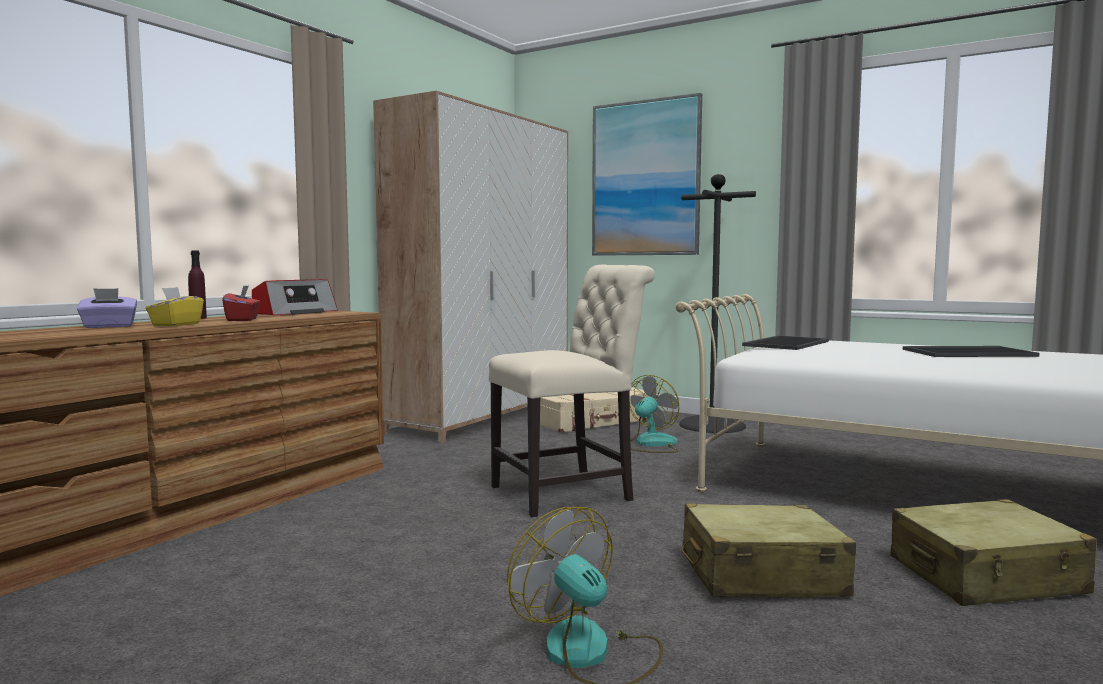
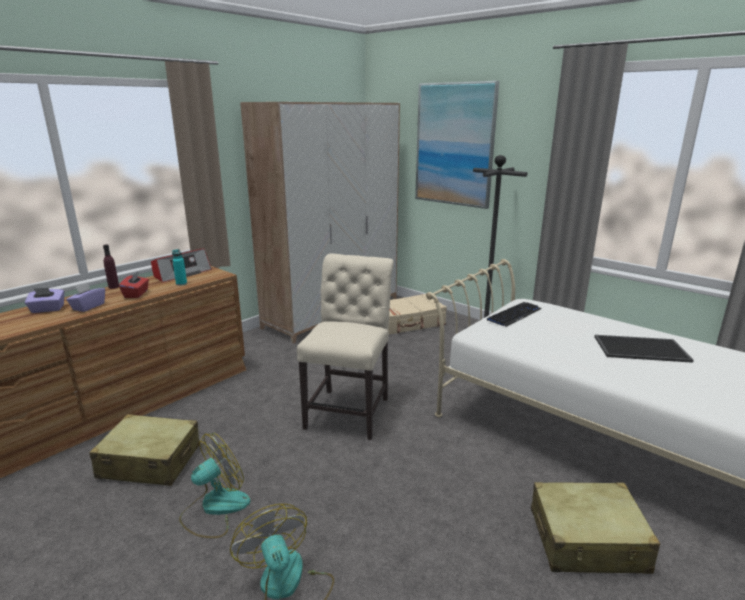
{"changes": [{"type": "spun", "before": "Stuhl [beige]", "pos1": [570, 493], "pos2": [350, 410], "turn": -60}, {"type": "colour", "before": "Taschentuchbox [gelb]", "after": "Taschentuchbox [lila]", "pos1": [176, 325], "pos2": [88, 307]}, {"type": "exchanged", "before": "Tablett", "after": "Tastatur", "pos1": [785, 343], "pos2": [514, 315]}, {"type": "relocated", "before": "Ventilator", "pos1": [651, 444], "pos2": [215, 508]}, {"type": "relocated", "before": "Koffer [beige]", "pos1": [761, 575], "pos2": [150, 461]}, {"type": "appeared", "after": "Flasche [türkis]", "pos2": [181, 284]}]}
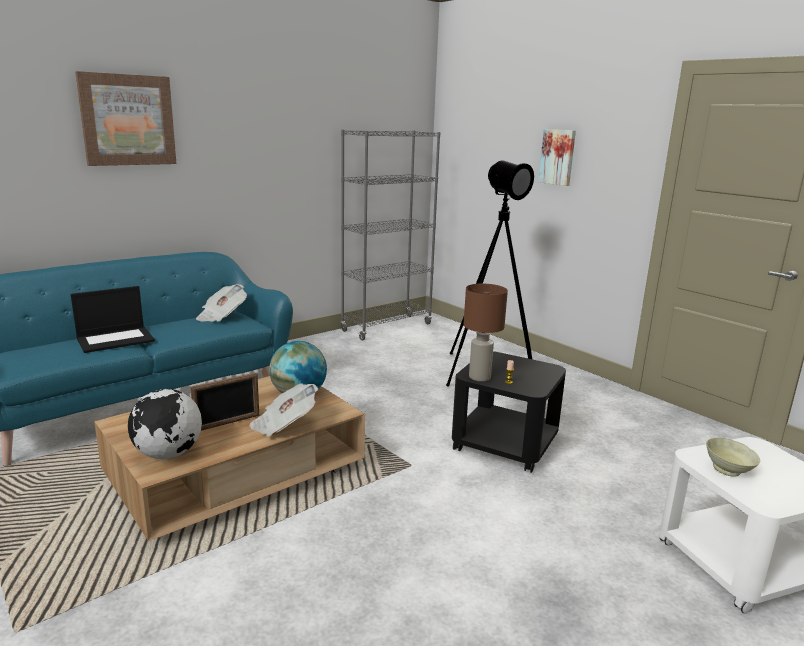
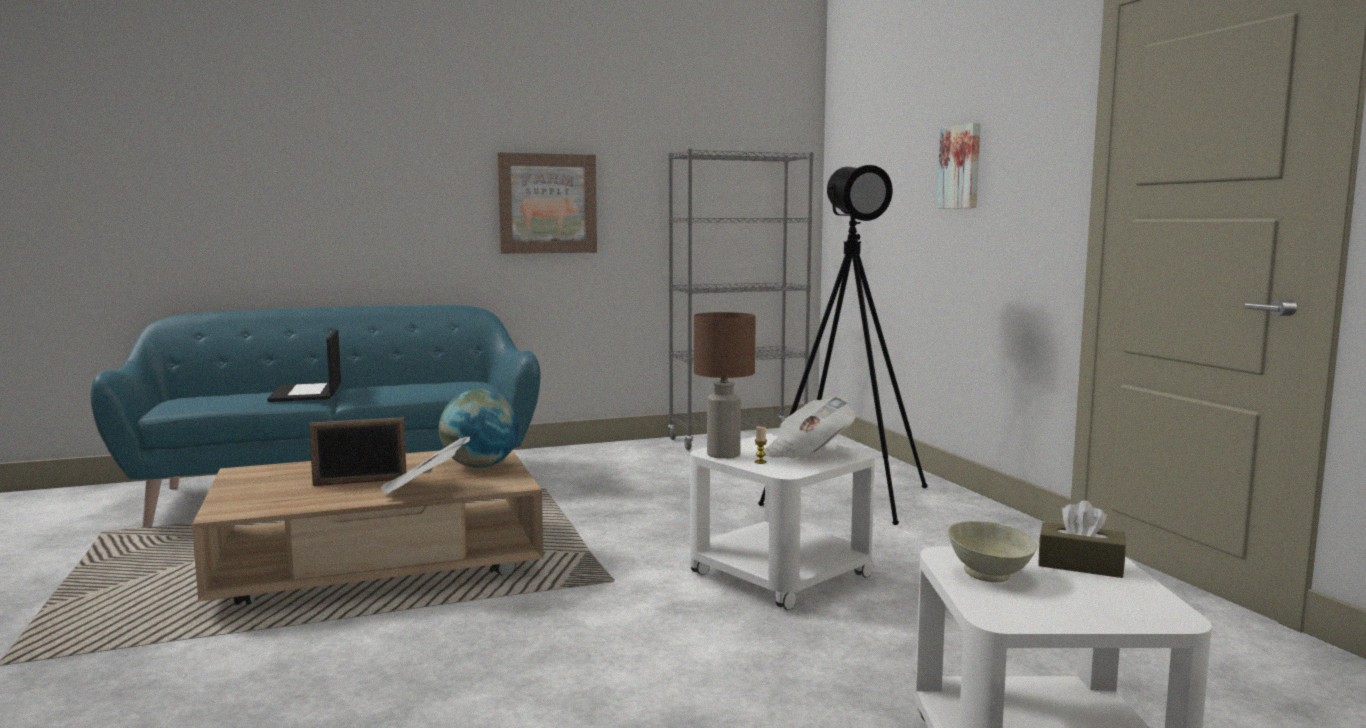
{"changes": [{"type": "relocated", "before": "Bild", "pos1": [127, 120], "pos2": [547, 203]}, {"type": "relocated", "before": "Zeitung", "pos1": [221, 316], "pos2": [807, 452]}, {"type": "spun", "before": "Laptop", "pos1": [116, 339], "pos2": [307, 393], "turn": 90}, {"type": "colour", "before": "Beistelltisch [schwarz]", "after": "Beistelltisch [weiß]", "pos1": [504, 444], "pos2": [779, 575]}, {"type": "missing", "before": "Globus", "pos1": [168, 454]}, {"type": "appeared", "after": "Taschentuchbox [braun]", "pos2": [1080, 565]}]}
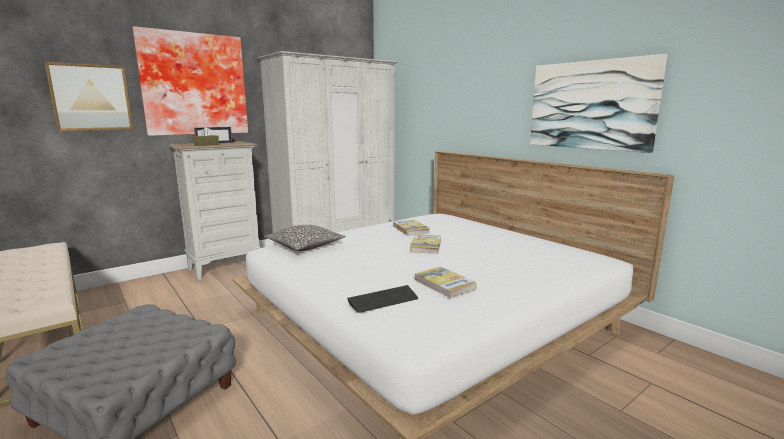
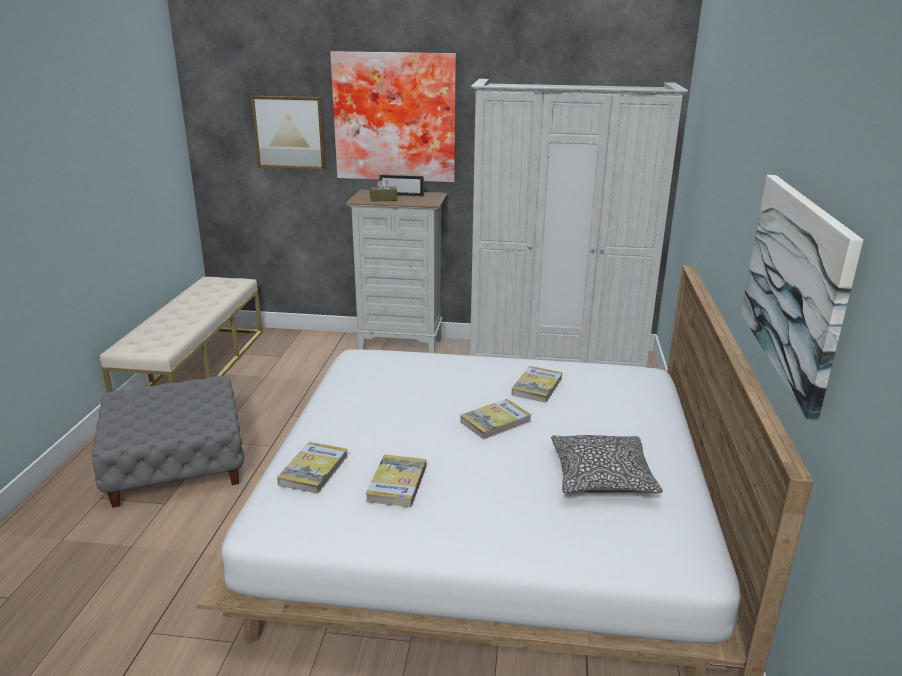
{"changes": [{"type": "relocated", "before": "Kissen", "pos1": [305, 246], "pos2": [602, 476]}, {"type": "exchanged", "before": "Tastatur", "after": "Buch", "pos1": [383, 300], "pos2": [313, 470]}]}
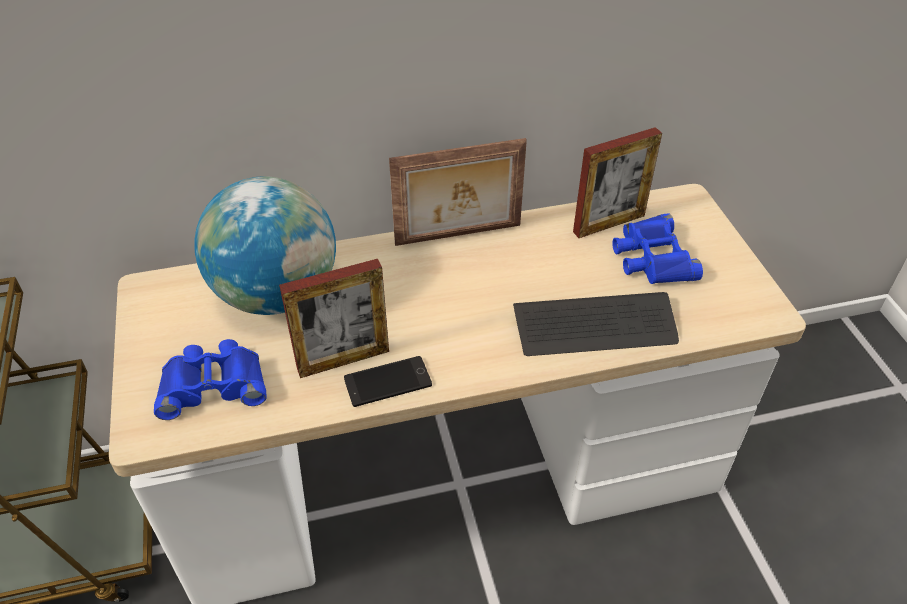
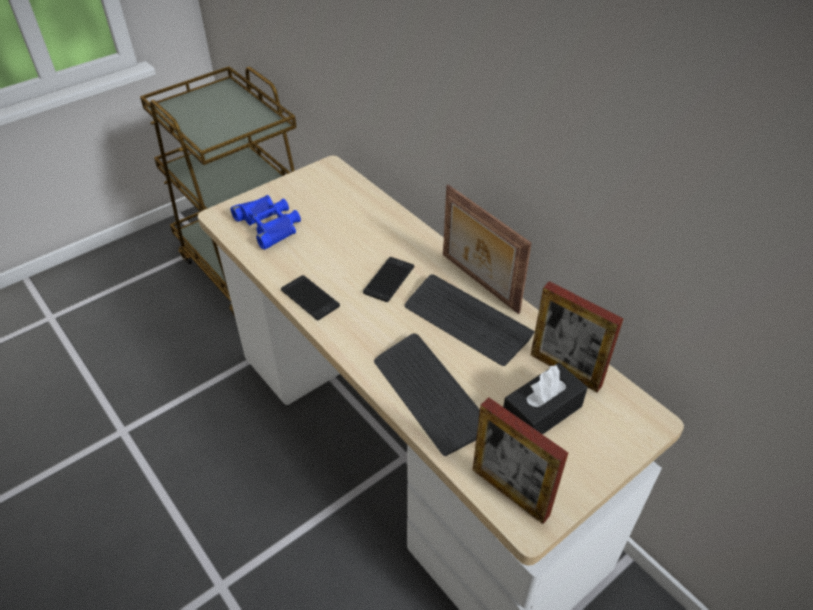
{"changes": [{"type": "missing", "before": "Globus", "pos1": [277, 294]}, {"type": "exchanged", "before": "Fernglas [blau]", "after": "Taschentuchbox [schwarz]", "pos1": [651, 258], "pos2": [542, 412]}, {"type": "relocated", "before": "Bilderrahmen", "pos1": [343, 360], "pos2": [510, 492]}, {"type": "appeared", "after": "Handy", "pos2": [389, 280]}, {"type": "appeared", "after": "Tastatur", "pos2": [467, 321]}]}
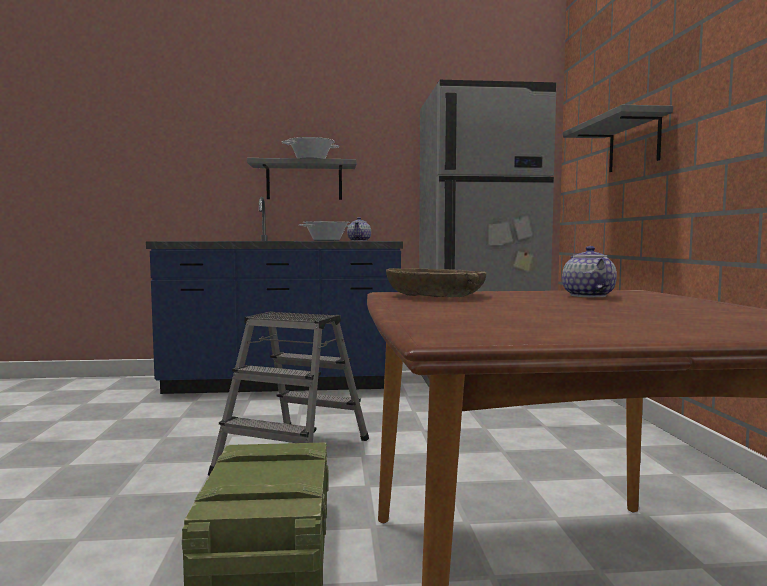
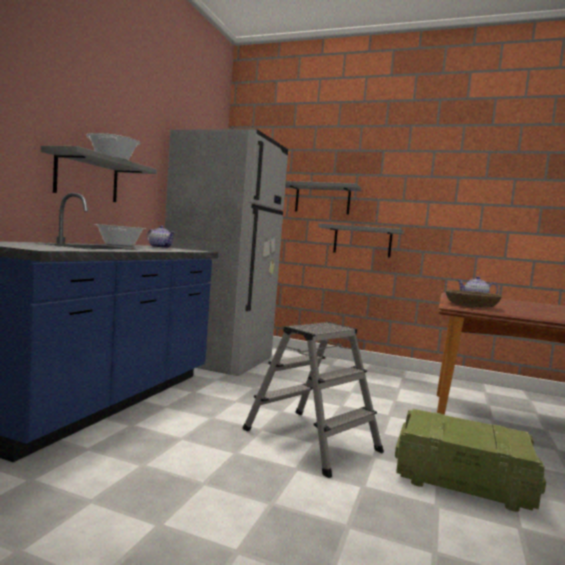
{"changes": [{"type": "appeared", "after": "Wandregal [grau]", "pos2": [362, 241]}]}
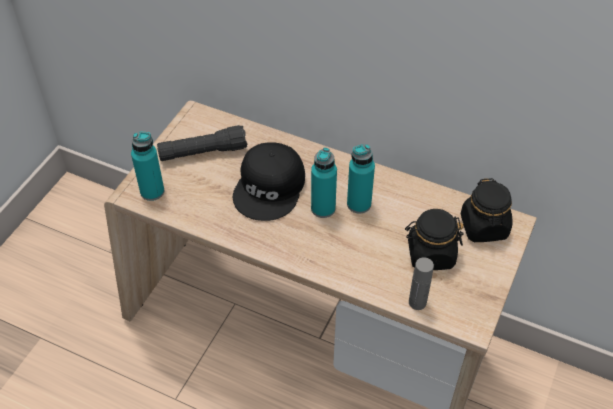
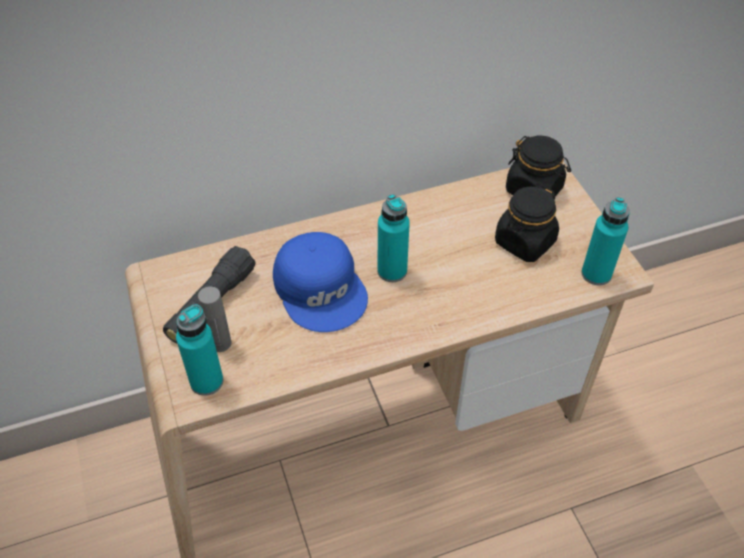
{"changes": [{"type": "colour", "before": "Kappe [schwarz]", "after": "Kappe [blau]", "pos1": [270, 188], "pos2": [321, 288]}, {"type": "relocated", "before": "Flasche [türkis]", "pos1": [359, 204], "pos2": [596, 274]}, {"type": "relocated", "before": "Flasche [grau]", "pos1": [417, 302], "pos2": [220, 343]}]}
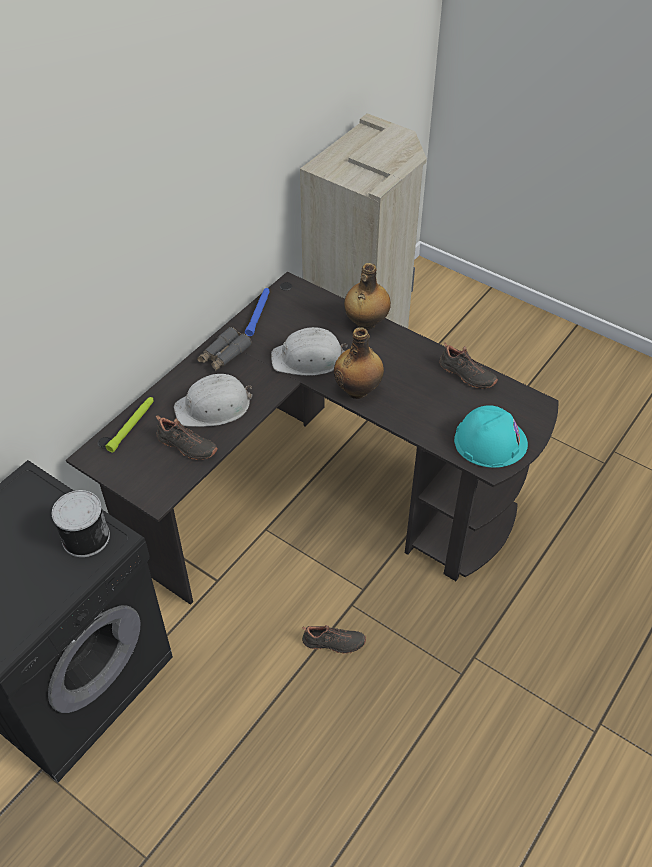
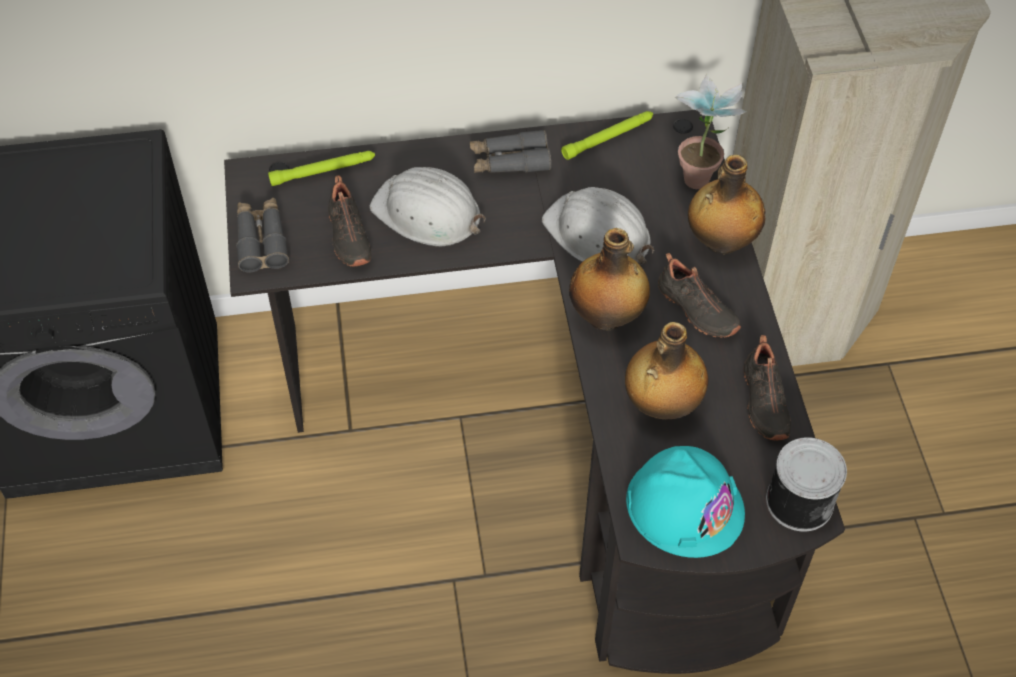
{"changes": [{"type": "colour", "before": "Taschenlampe [blau]", "after": "Taschenlampe [grün]", "pos1": [258, 313], "pos2": [608, 138]}, {"type": "relocated", "before": "Dose", "pos1": [84, 537], "pos2": [798, 500]}, {"type": "relocated", "before": "Schuh [schwarz]", "pos1": [333, 643], "pos2": [695, 310]}, {"type": "appeared", "after": "Topfpflanze", "pos2": [701, 174]}, {"type": "appeared", "after": "Fernglas [grau]", "pos2": [261, 240]}, {"type": "appeared", "after": "Flasche", "pos2": [661, 405]}]}
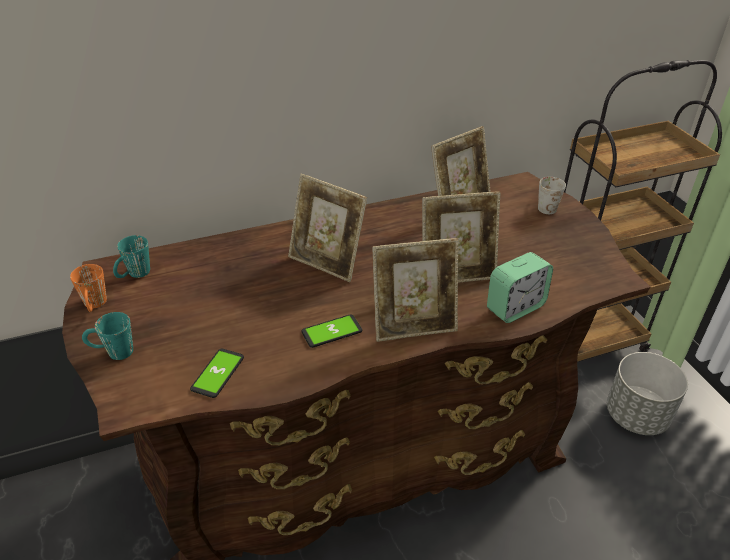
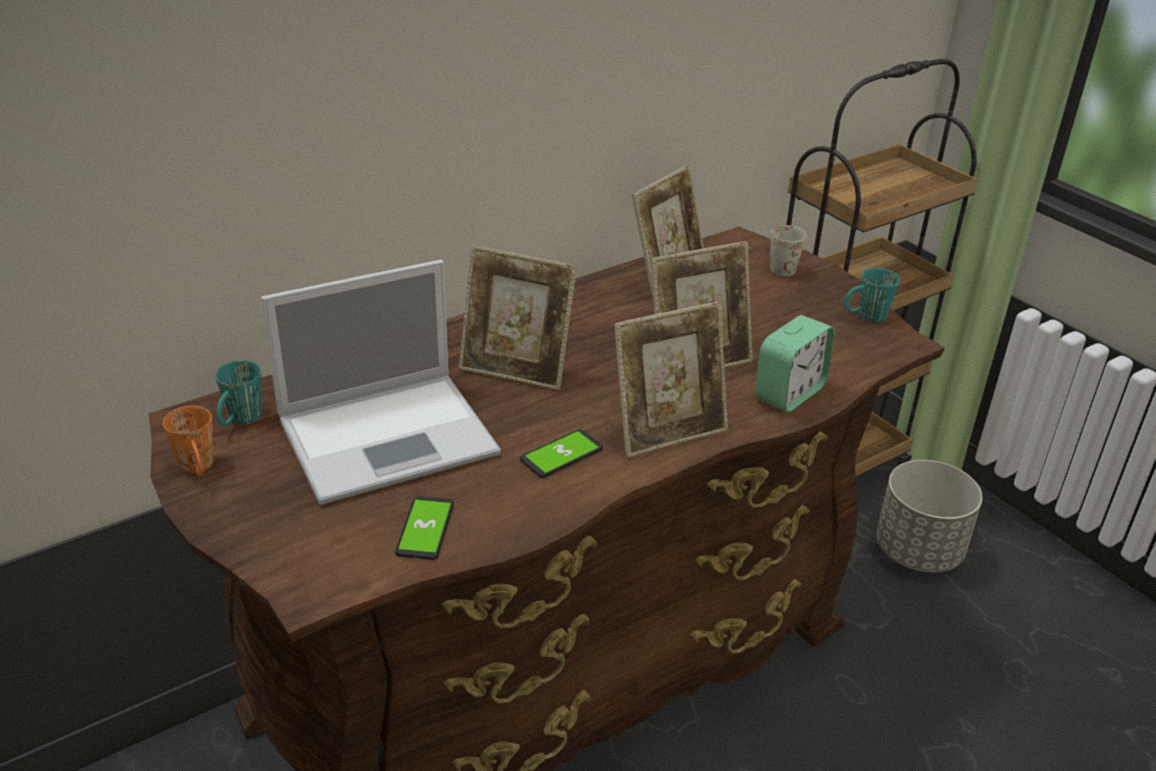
{"changes": [{"type": "relocated", "before": "Henkelbecher [türkis]", "pos1": [112, 352], "pos2": [865, 317]}, {"type": "appeared", "after": "Laptop", "pos2": [391, 435]}]}
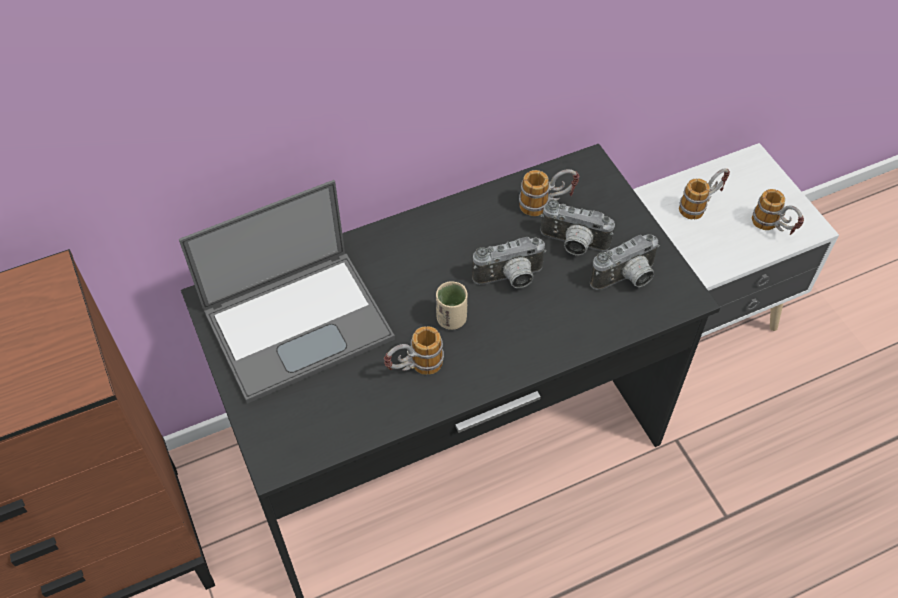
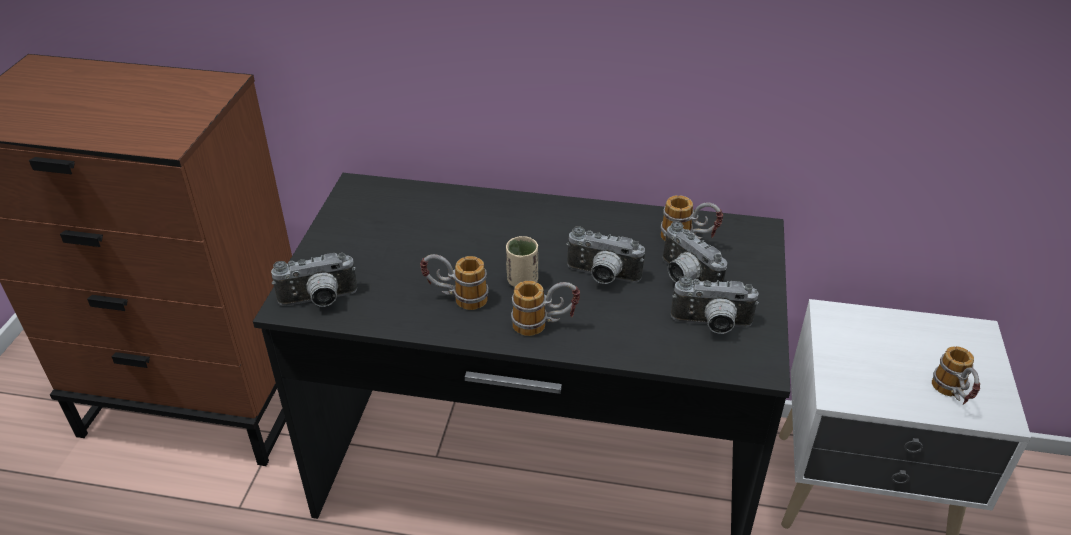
{"changes": [{"type": "relocated", "before": "Henkelbecher", "pos1": [701, 205], "pos2": [544, 325]}, {"type": "missing", "before": "Laptop", "pos1": [299, 322]}, {"type": "appeared", "after": "Kamera", "pos2": [319, 301]}]}
